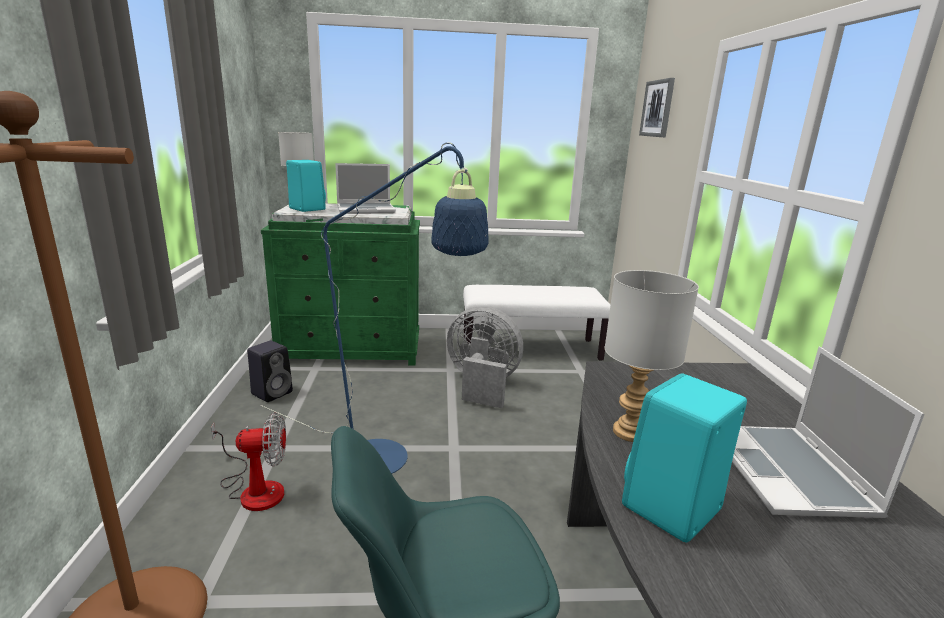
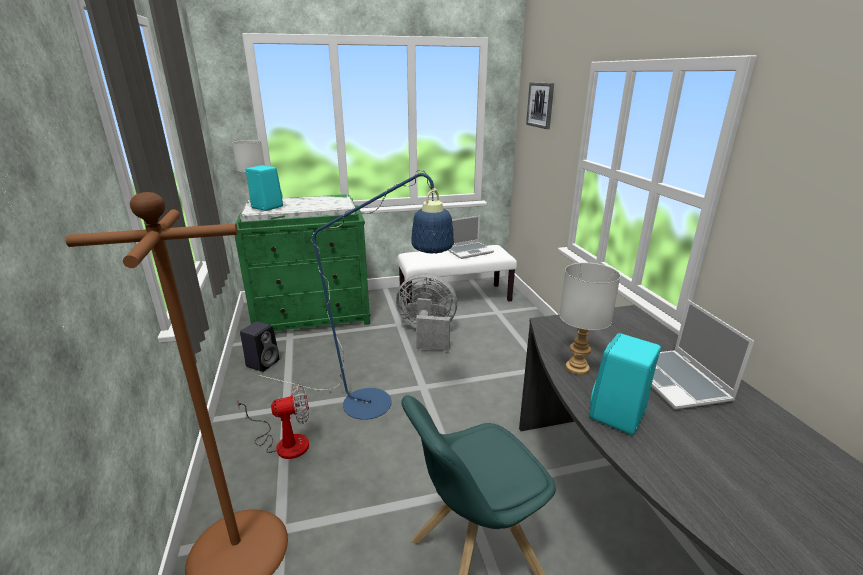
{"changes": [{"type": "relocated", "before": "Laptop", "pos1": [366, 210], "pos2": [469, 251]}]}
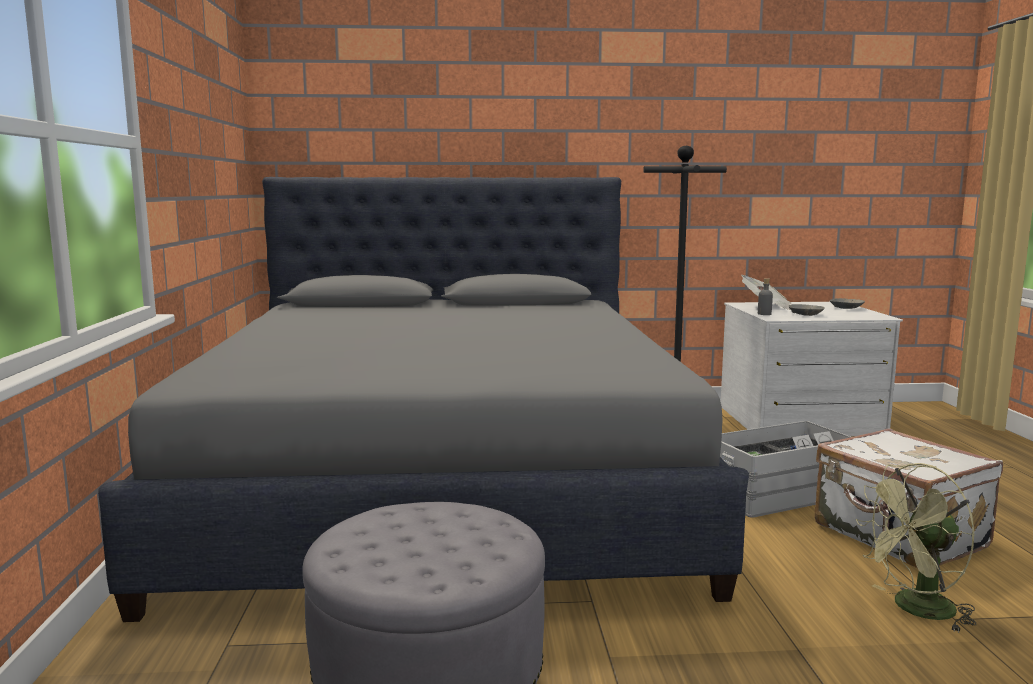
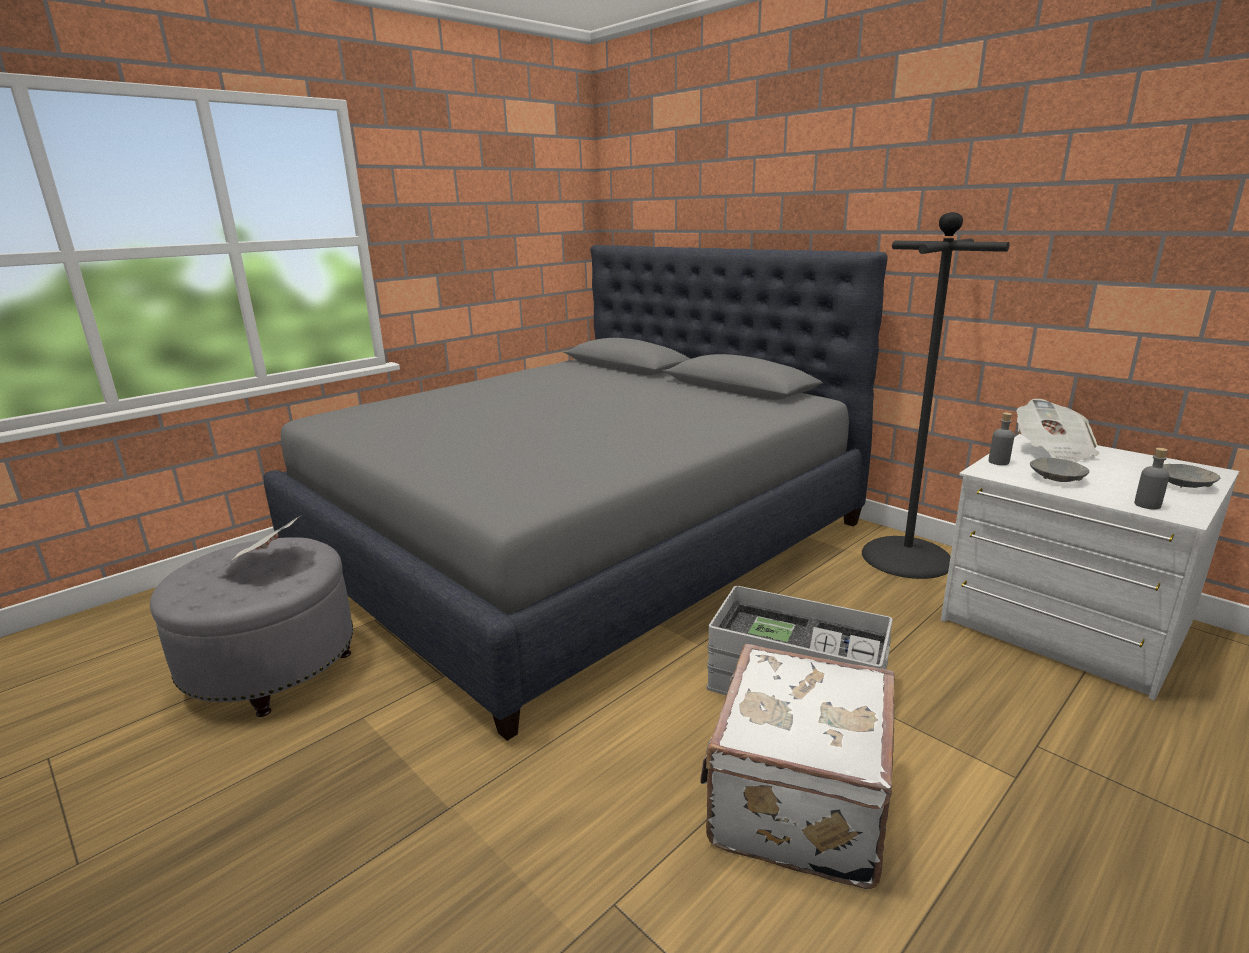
{"changes": [{"type": "missing", "before": "Ventilator [grün]", "pos1": [915, 610]}, {"type": "appeared", "after": "Flasche [grau]", "pos2": [1147, 505]}, {"type": "appeared", "after": "Zeitung", "pos2": [264, 563]}]}
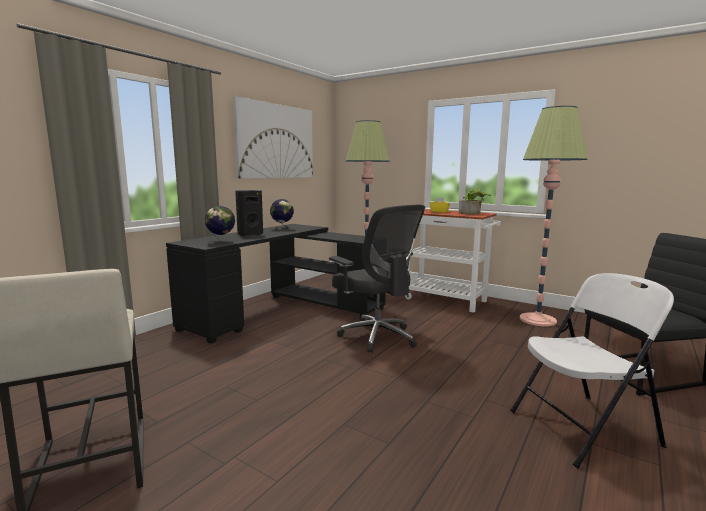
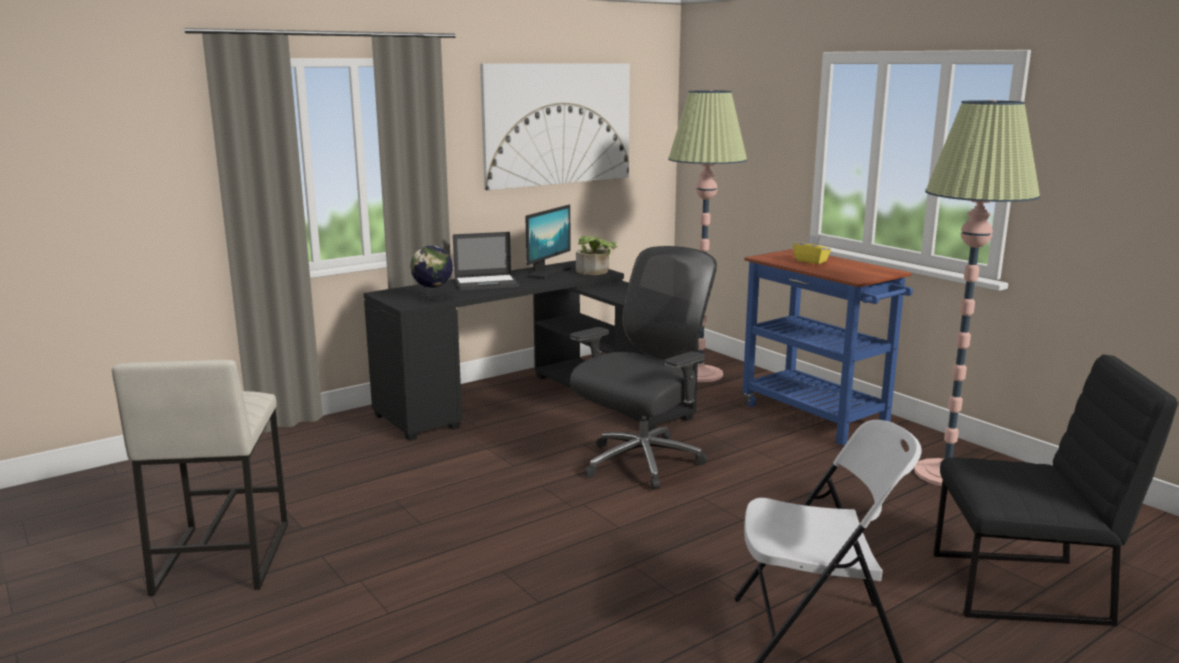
{"changes": [{"type": "relocated", "before": "Topfpflanze", "pos1": [472, 213], "pos2": [595, 272]}, {"type": "exchanged", "before": "Lautsprecher [schwarz]", "after": "Laptop", "pos1": [249, 234], "pos2": [487, 283]}, {"type": "exchanged", "before": "Globus", "after": "Monitor", "pos1": [282, 228], "pos2": [548, 272]}, {"type": "spun", "before": "Bürostuhl", "pos1": [376, 336], "pos2": [642, 462], "turn": -120}, {"type": "colour", "before": "Rollwagen [weiß]", "after": "Rollwagen [blau]", "pos1": [446, 300], "pos2": [816, 416]}]}
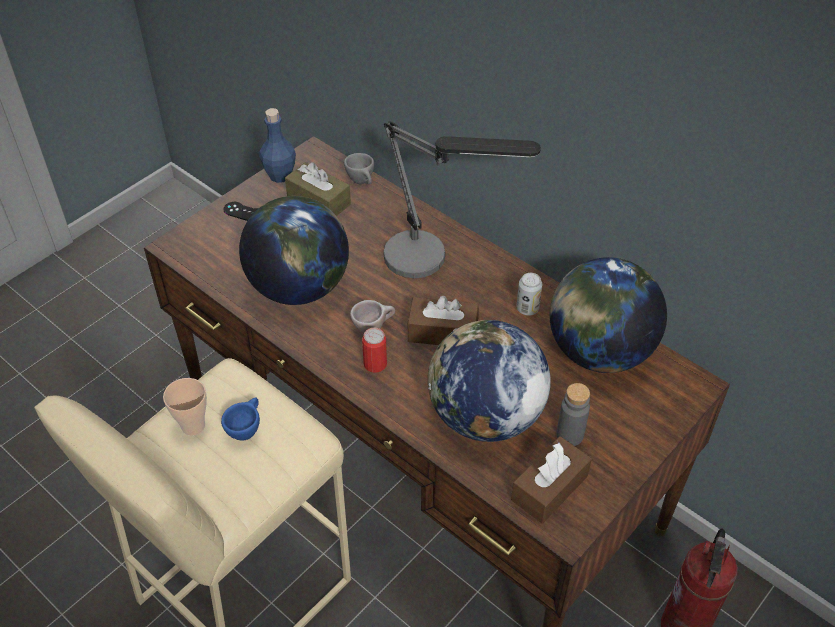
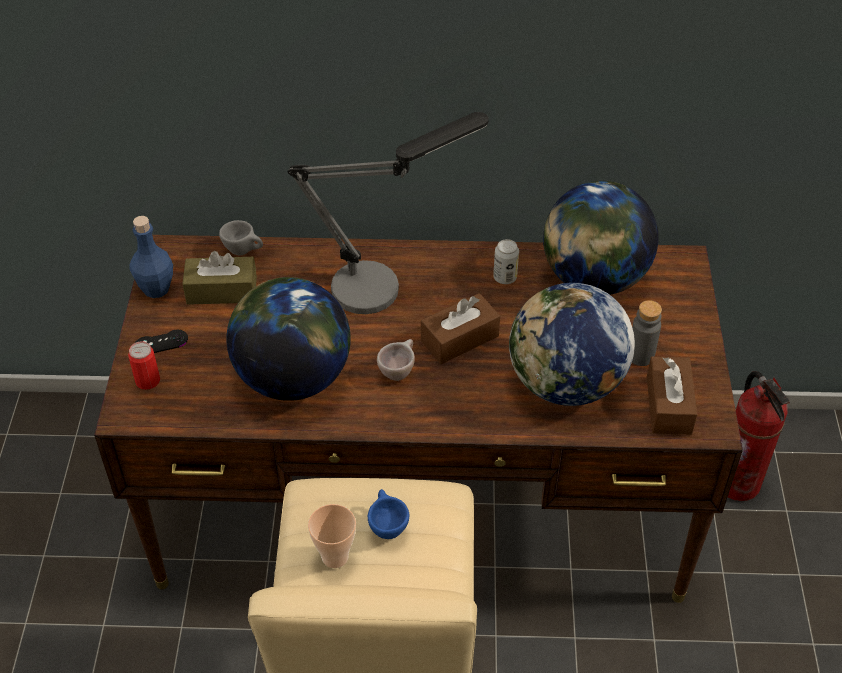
{"changes": [{"type": "relocated", "before": "Dose", "pos1": [375, 364], "pos2": [148, 380]}]}
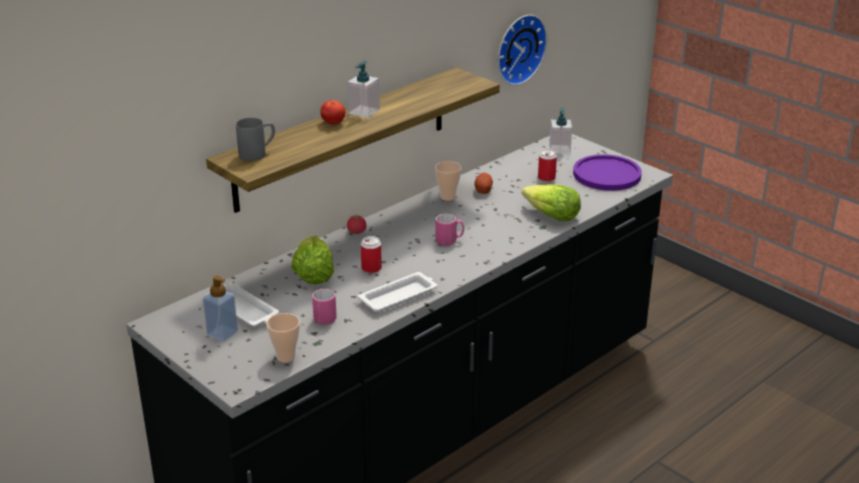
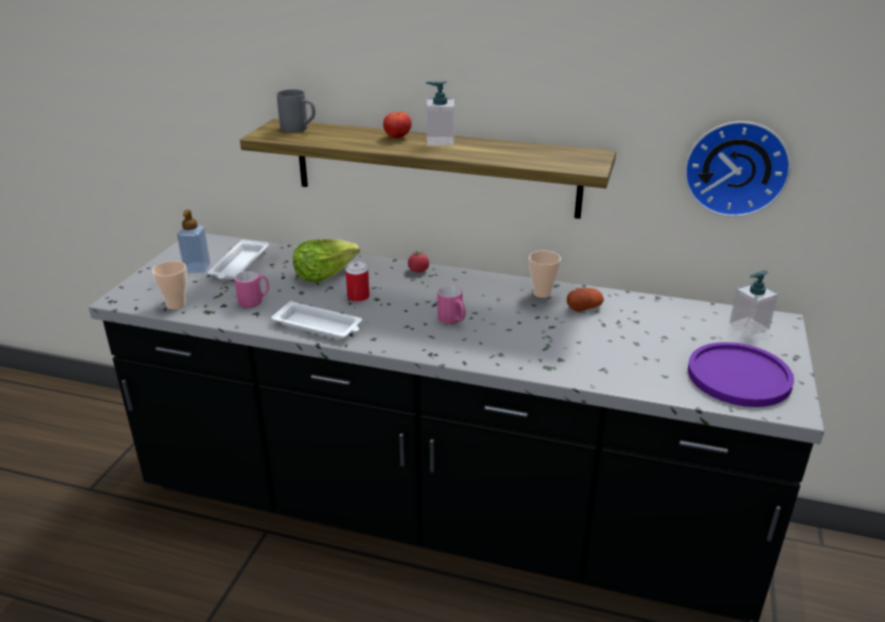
{"changes": [{"type": "missing", "before": "Dose", "pos1": [546, 178]}, {"type": "missing", "before": "Salatkopf", "pos1": [551, 216]}]}
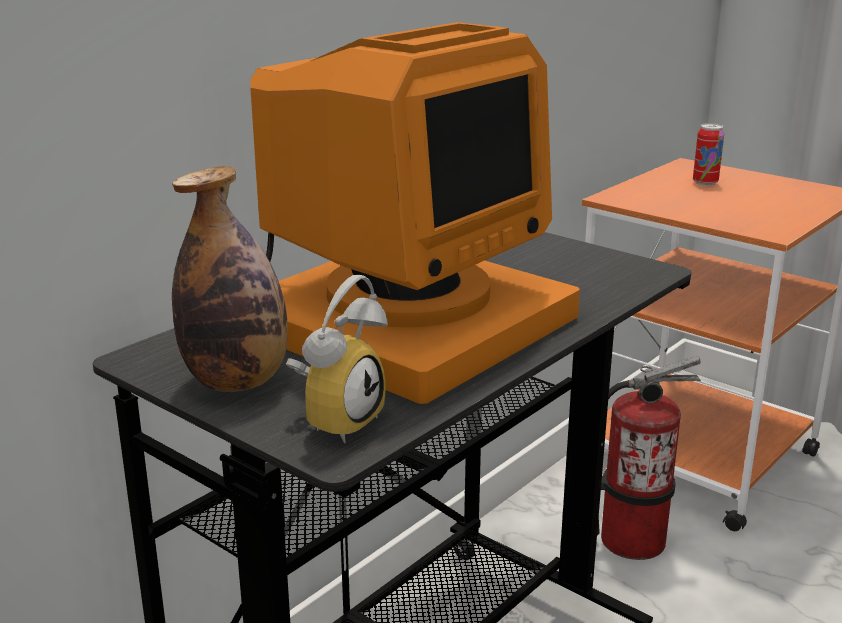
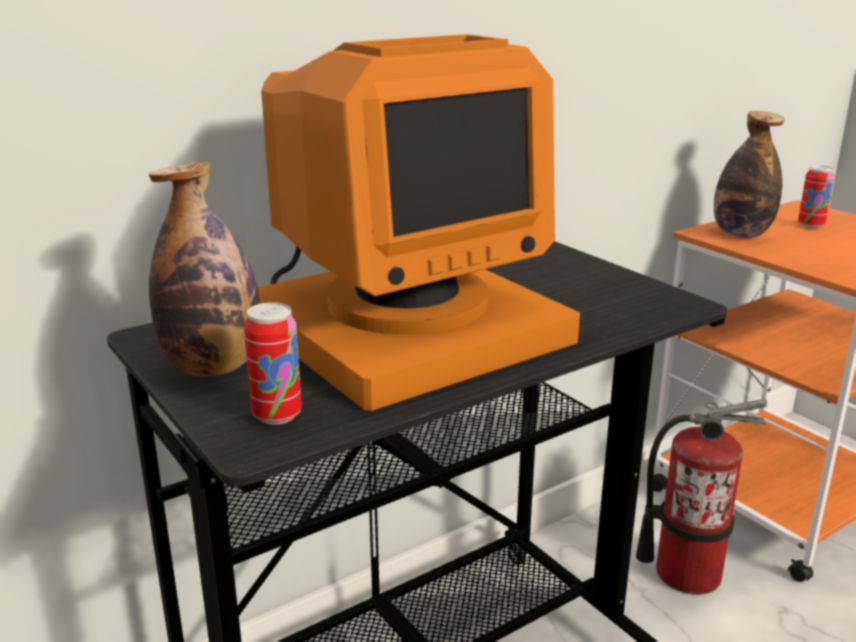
{"changes": [{"type": "exchanged", "before": "Wecker", "after": "Dose", "pos1": [337, 419], "pos2": [277, 415]}, {"type": "appeared", "after": "Flasche", "pos2": [741, 234]}]}
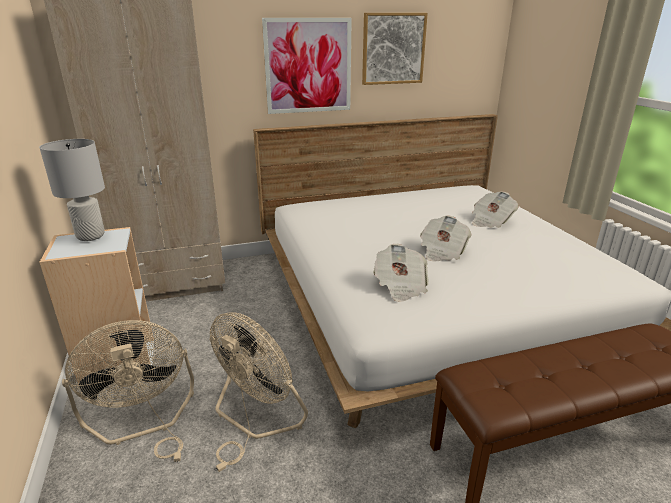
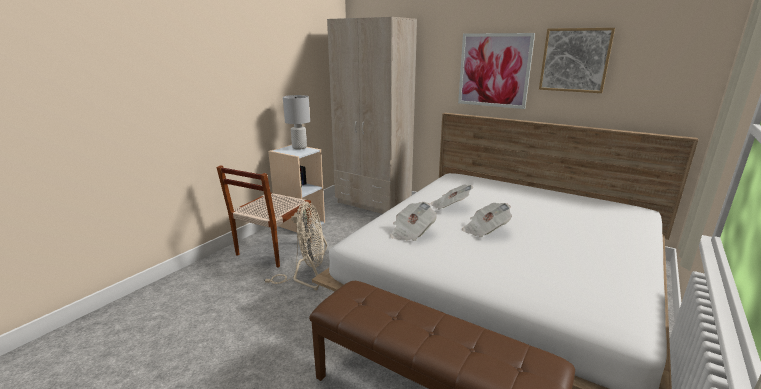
{"changes": [{"type": "relocated", "before": "Zeitung", "pos1": [490, 221], "pos2": [450, 206]}, {"type": "exchanged", "before": "Ventilator [beige]", "after": "Stuhl", "pos1": [145, 423], "pos2": [273, 250]}]}
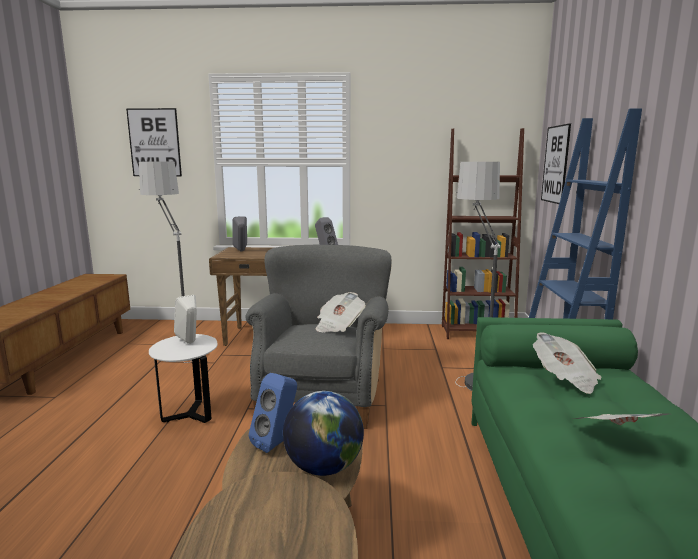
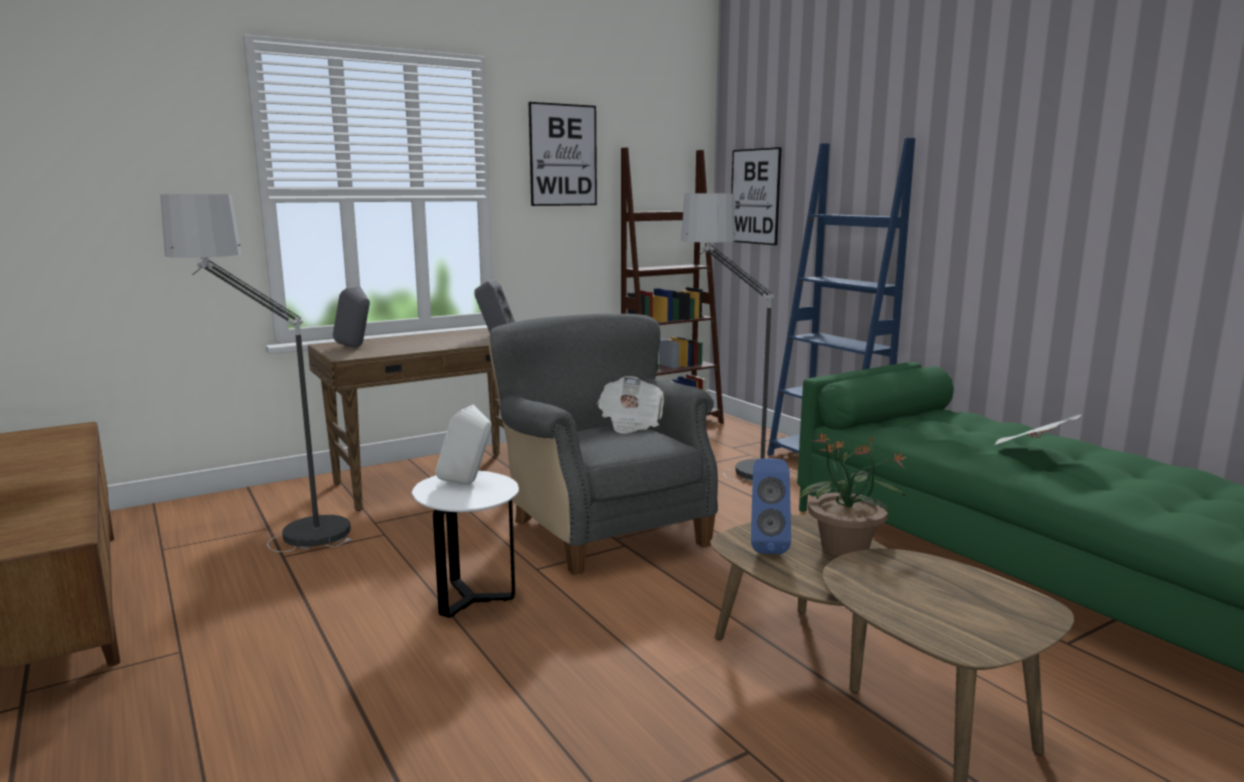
{"changes": [{"type": "relocated", "before": "Bild", "pos1": [154, 143], "pos2": [563, 155]}, {"type": "missing", "before": "Zeitung", "pos1": [565, 378]}, {"type": "exchanged", "before": "Globus", "after": "Topfpflanze", "pos1": [323, 467], "pos2": [845, 548]}]}
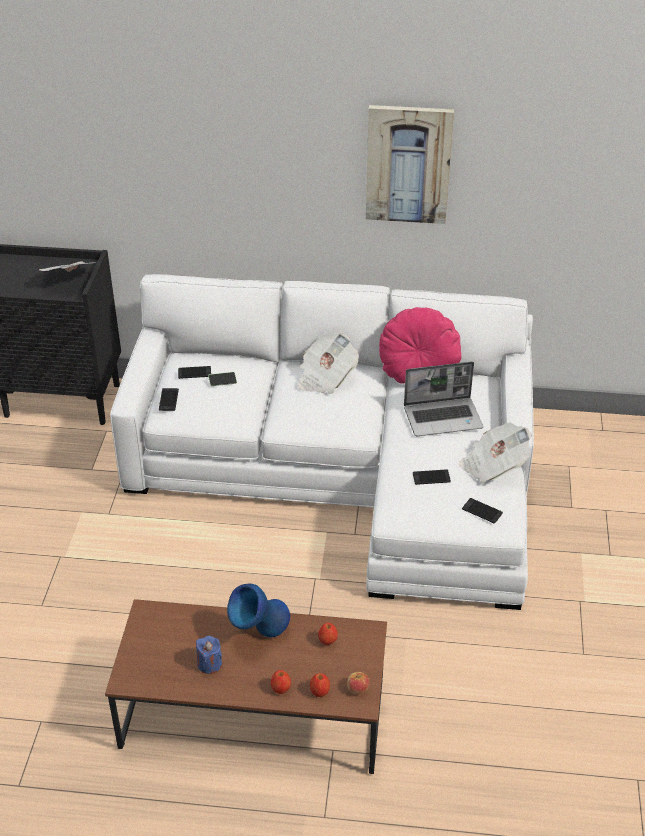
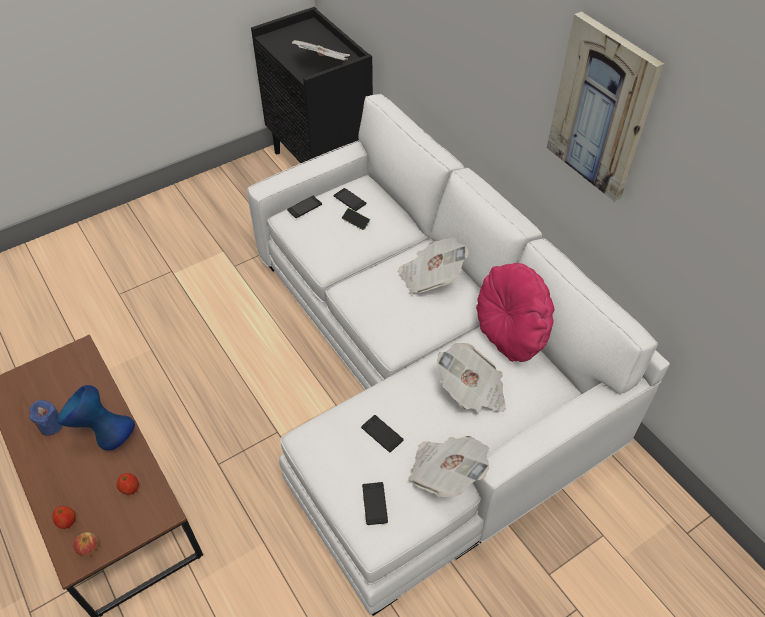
{"changes": [{"type": "exchanged", "before": "Laptop", "after": "Zeitung", "pos1": [443, 417], "pos2": [472, 391]}, {"type": "missing", "before": "Apfel", "pos1": [281, 689]}]}
